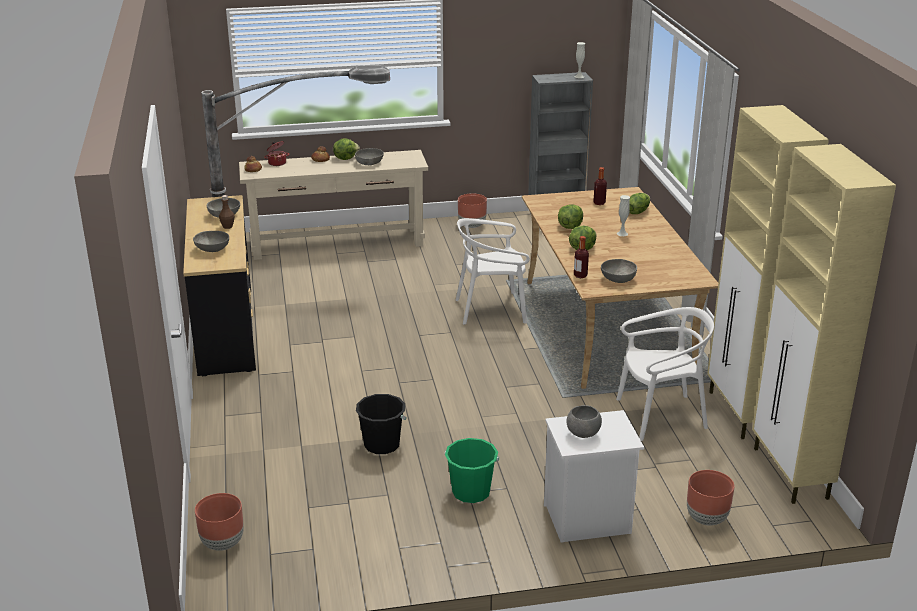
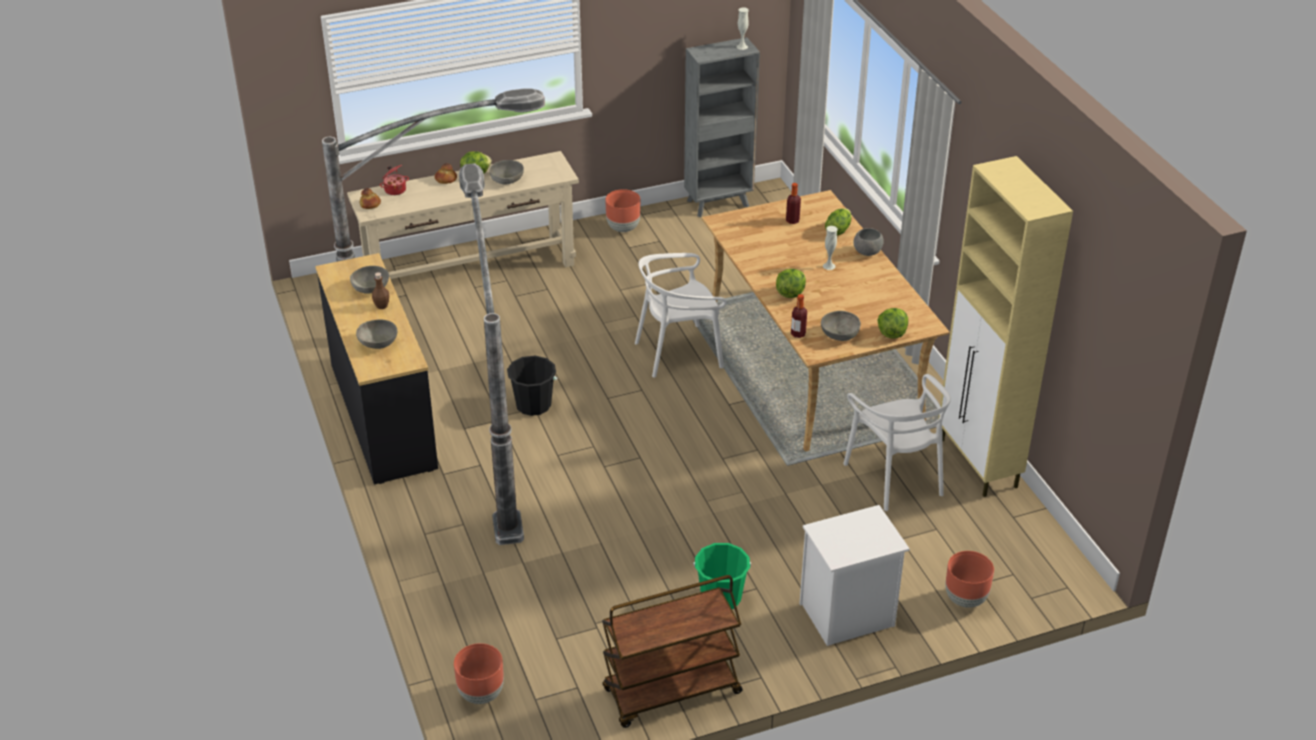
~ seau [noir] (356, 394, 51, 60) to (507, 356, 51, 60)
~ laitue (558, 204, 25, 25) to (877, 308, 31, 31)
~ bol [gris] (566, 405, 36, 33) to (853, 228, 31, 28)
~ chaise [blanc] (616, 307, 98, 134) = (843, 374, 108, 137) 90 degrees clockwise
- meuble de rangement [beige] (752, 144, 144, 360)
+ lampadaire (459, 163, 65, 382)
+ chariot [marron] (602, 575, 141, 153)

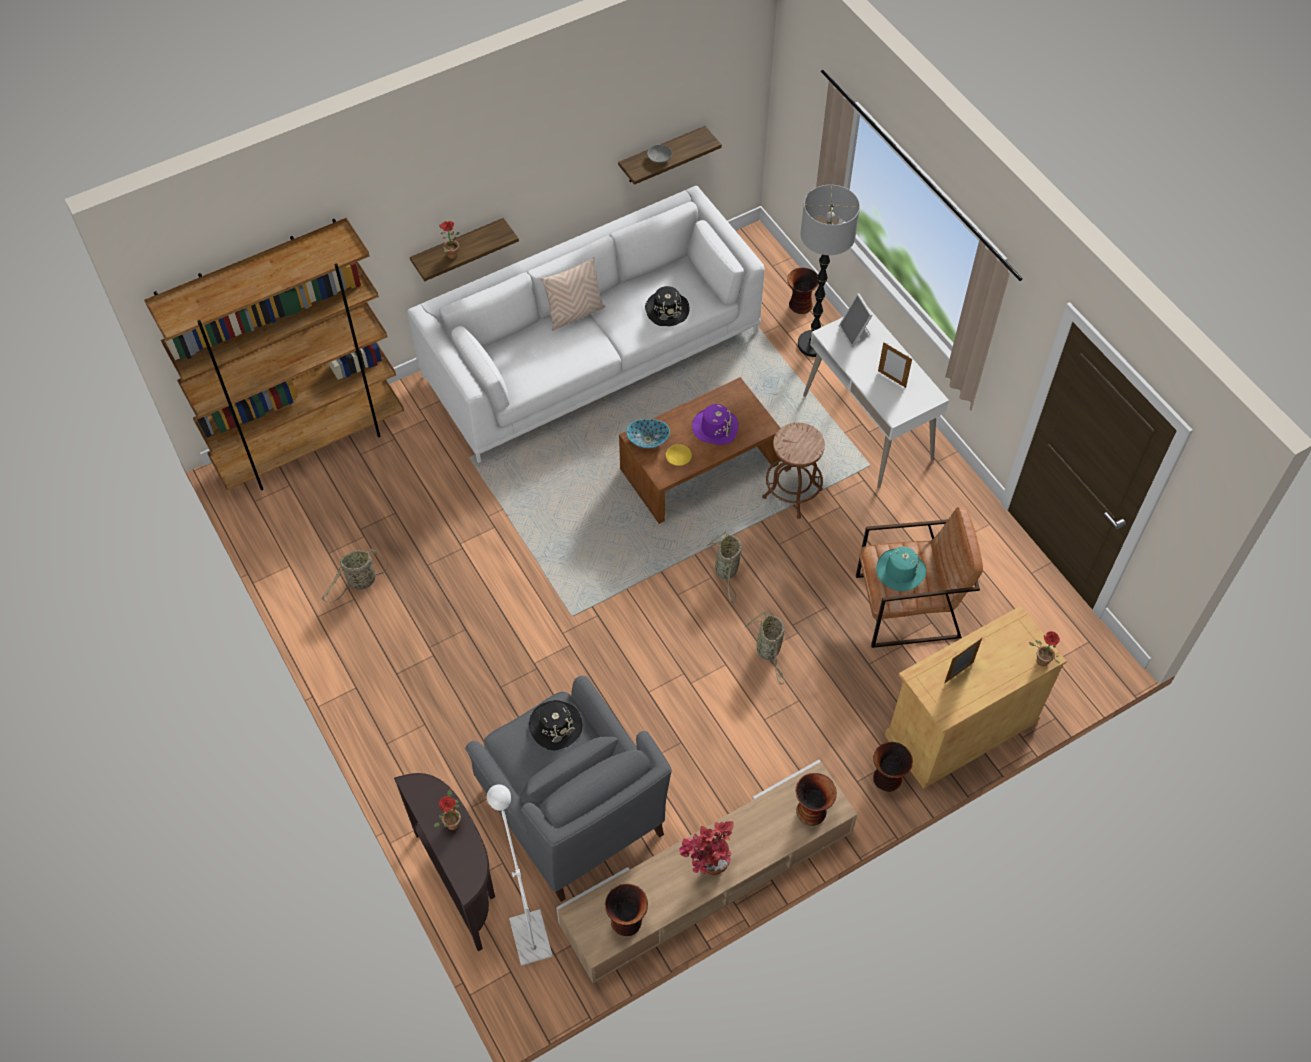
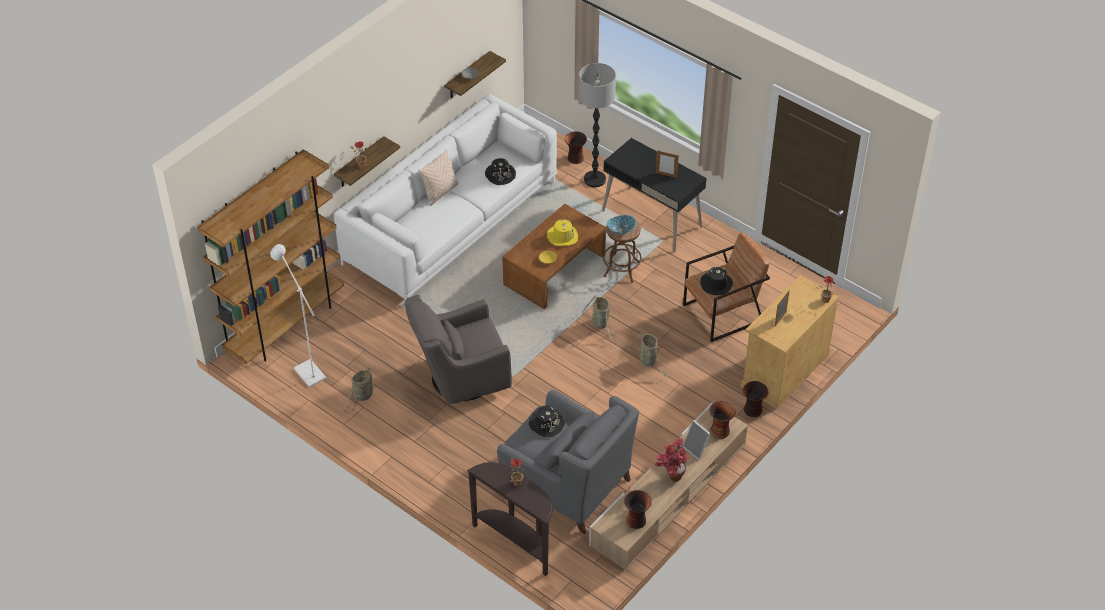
~ lampadaire [blanc] (487, 784, 66, 182) to (270, 244, 56, 144)
~ bol (626, 419, 44, 29) to (607, 215, 29, 19)
~ chapeau [violet] (692, 404, 46, 41) to chapeau [jaune] (547, 219, 31, 27)
~ bureau [blanc] (803, 309, 146, 179) to bureau [noir] (602, 138, 104, 114)
~ cadre photo (839, 293, 34, 55) to (683, 420, 27, 40)
~ chapeau [turquoise] (876, 545, 50, 47) to chapeau [noir] (700, 267, 33, 28)
+ fauteuil [gris] (405, 295, 107, 109)

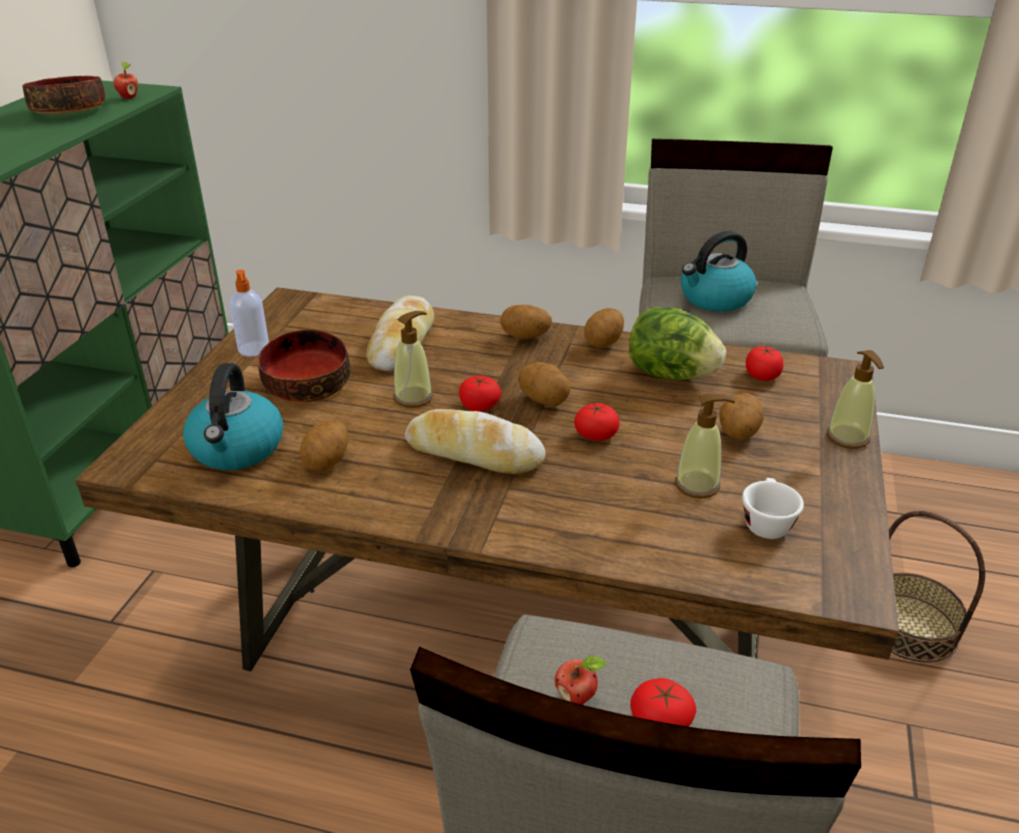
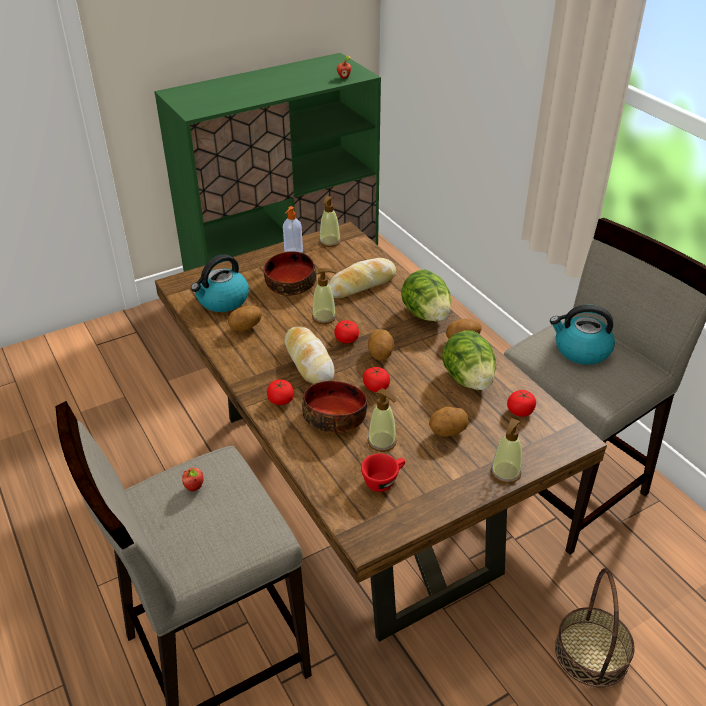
~ bol (23, 76, 82, 38) to (302, 381, 65, 52)
~ pomme de terre (500, 305, 52, 34) to laitue (401, 269, 50, 53)
~ tomate (630, 678, 66, 49) to (267, 379, 27, 26)
~ tasse [blanc] (742, 478, 62, 61) to tasse [rouge] (361, 453, 44, 39)
+ distributeur de savon (319, 196, 22, 51)

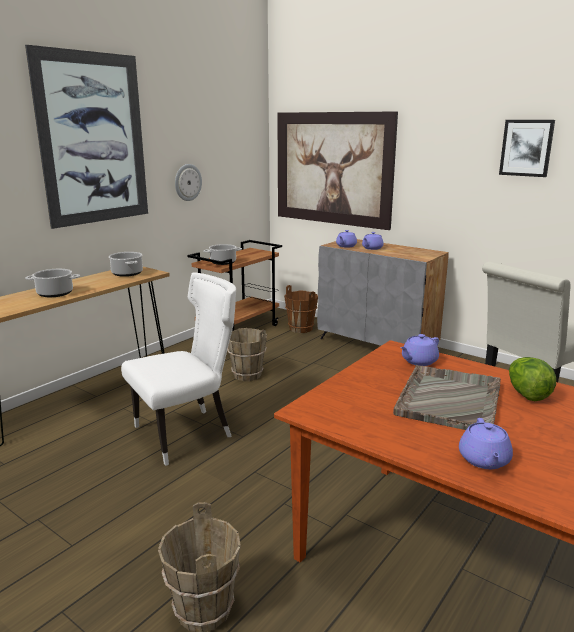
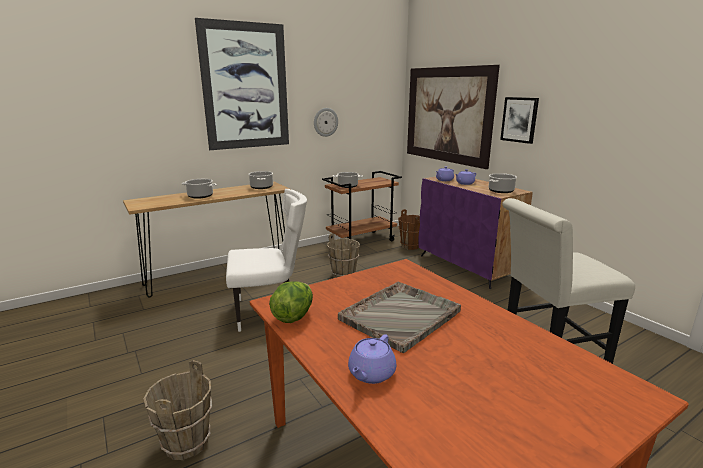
~ meuble de rangement [gris] (317, 239, 132, 107) to meuble de rangement [violet] (418, 174, 115, 115)
- théière [violet] (400, 334, 39, 32)
~ tableau (499, 120, 56, 57) to (500, 97, 39, 47)
~ laitue (509, 357, 47, 44) to (269, 281, 44, 42)
+ marmite (489, 173, 28, 20)

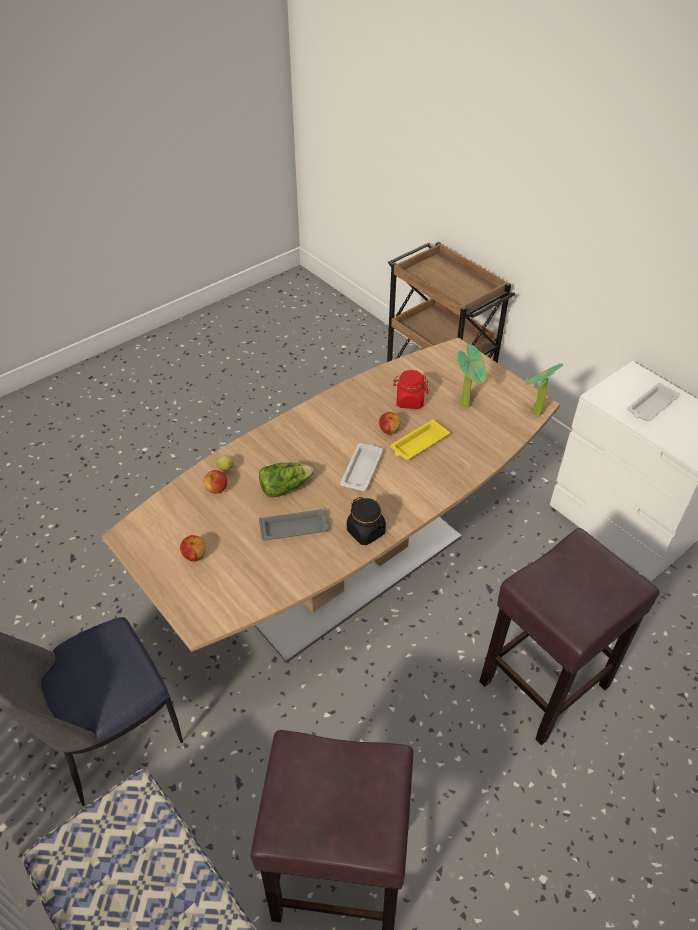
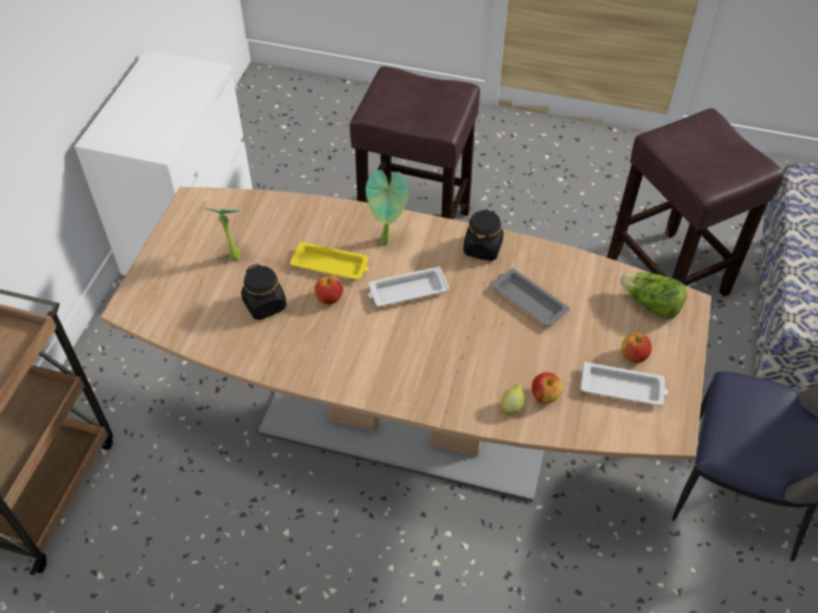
~ laitue (259, 462, 55, 35) to (620, 272, 67, 47)
~ bocal [rouge] (393, 370, 35, 39) to bocal [noir] (241, 264, 46, 56)
~ plante en pot (526, 363, 37, 54) to (366, 170, 43, 76)
~ plateau [blanc] (627, 383, 53, 38) to (580, 362, 88, 44)

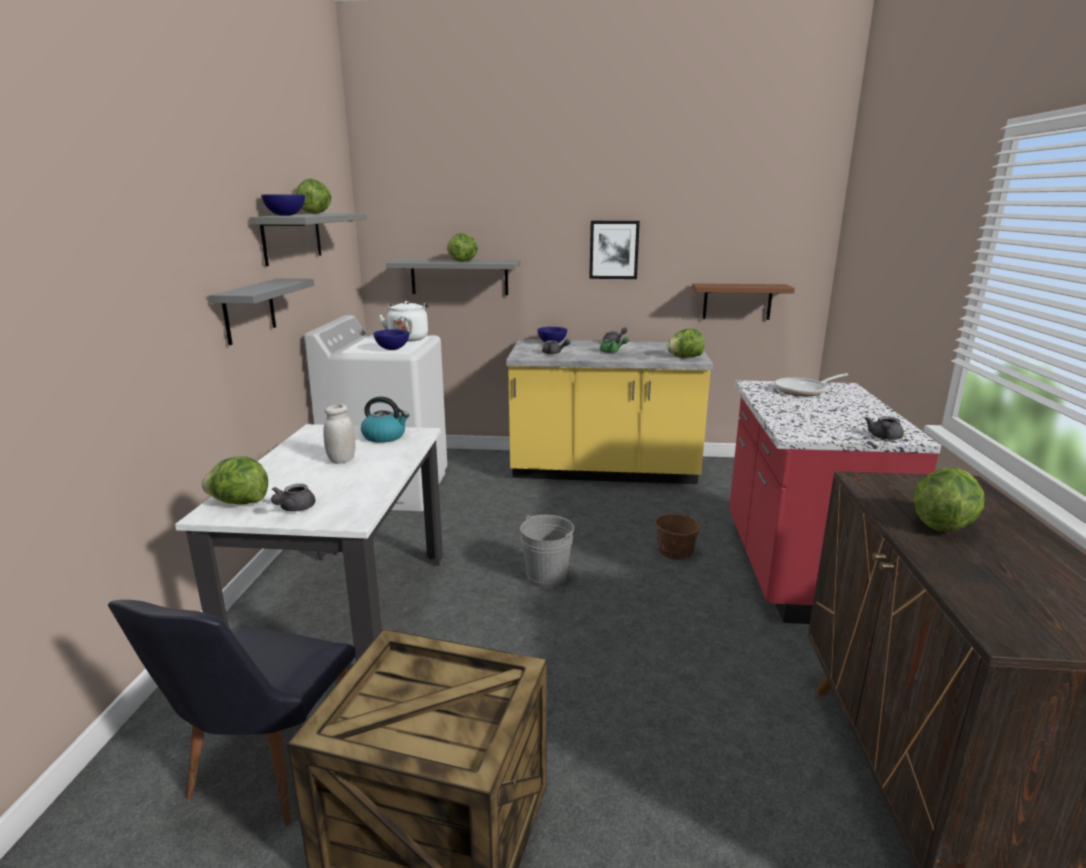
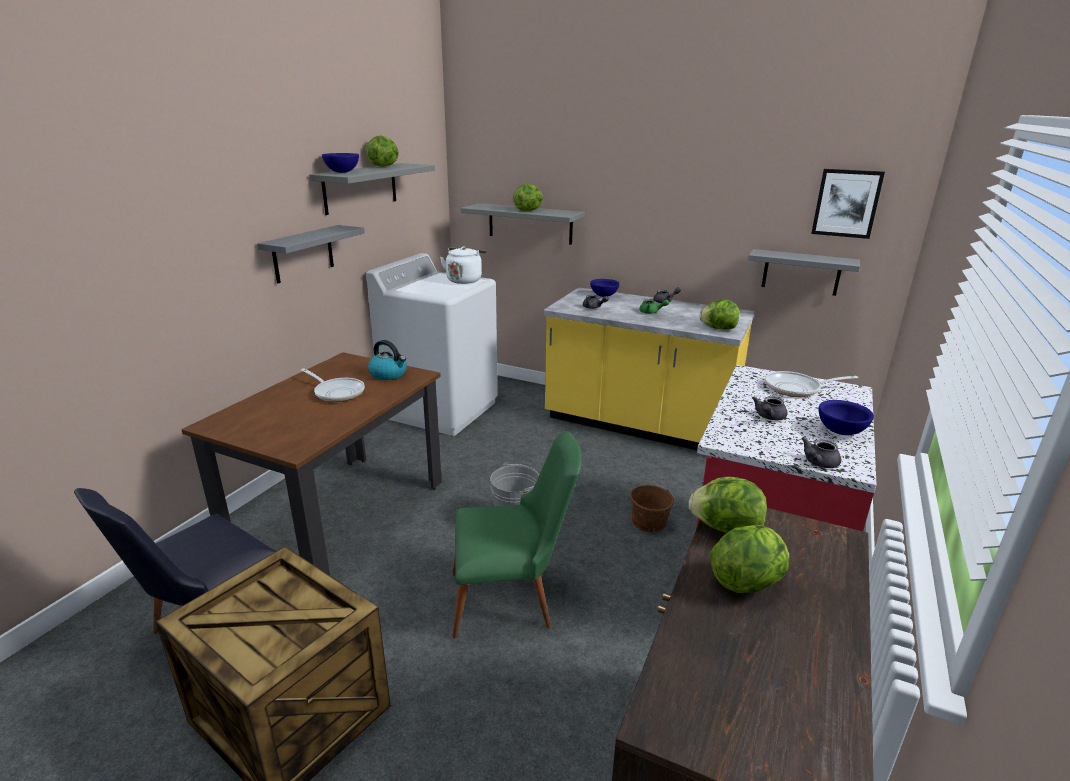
~ table à manger [blanc] (175, 424, 268, 237) to table à manger [marron] (181, 352, 261, 223)
~ laitue (202, 456, 66, 49) to (689, 477, 78, 56)
~ théière [gris] (271, 484, 44, 28) to (752, 396, 35, 24)
~ bocal [blanc] (323, 404, 33, 60) to poêle (301, 368, 64, 34)
~ bol [bleu] (373, 329, 36, 21) to (819, 400, 55, 35)
~ tableau (589, 221, 51, 58) to (811, 169, 74, 70)
~ étagère [marron] (692, 283, 103, 37) to étagère [gris] (748, 249, 112, 47)
+ chaise [vert] (452, 431, 130, 208)

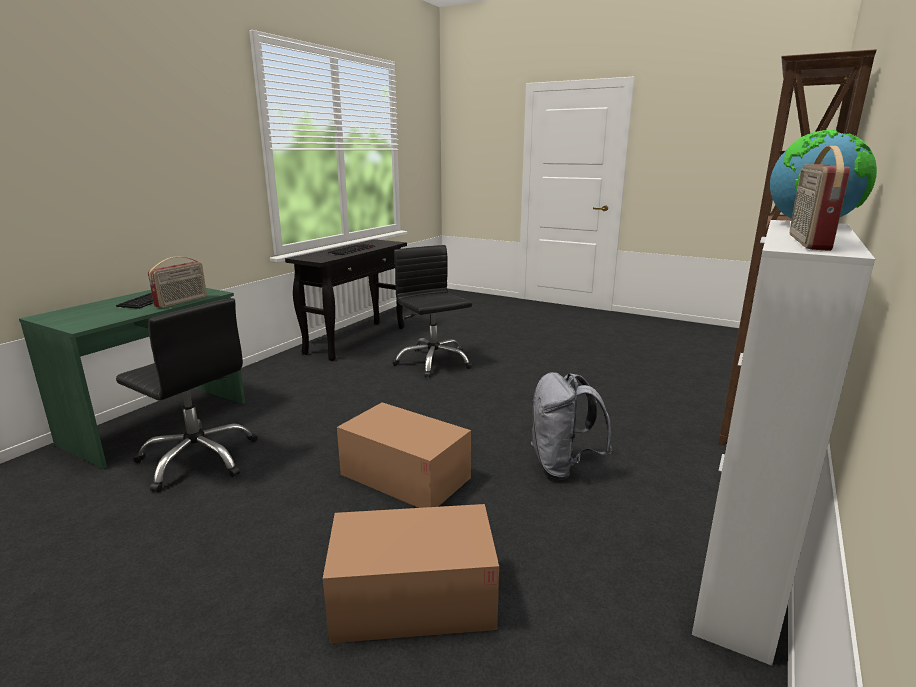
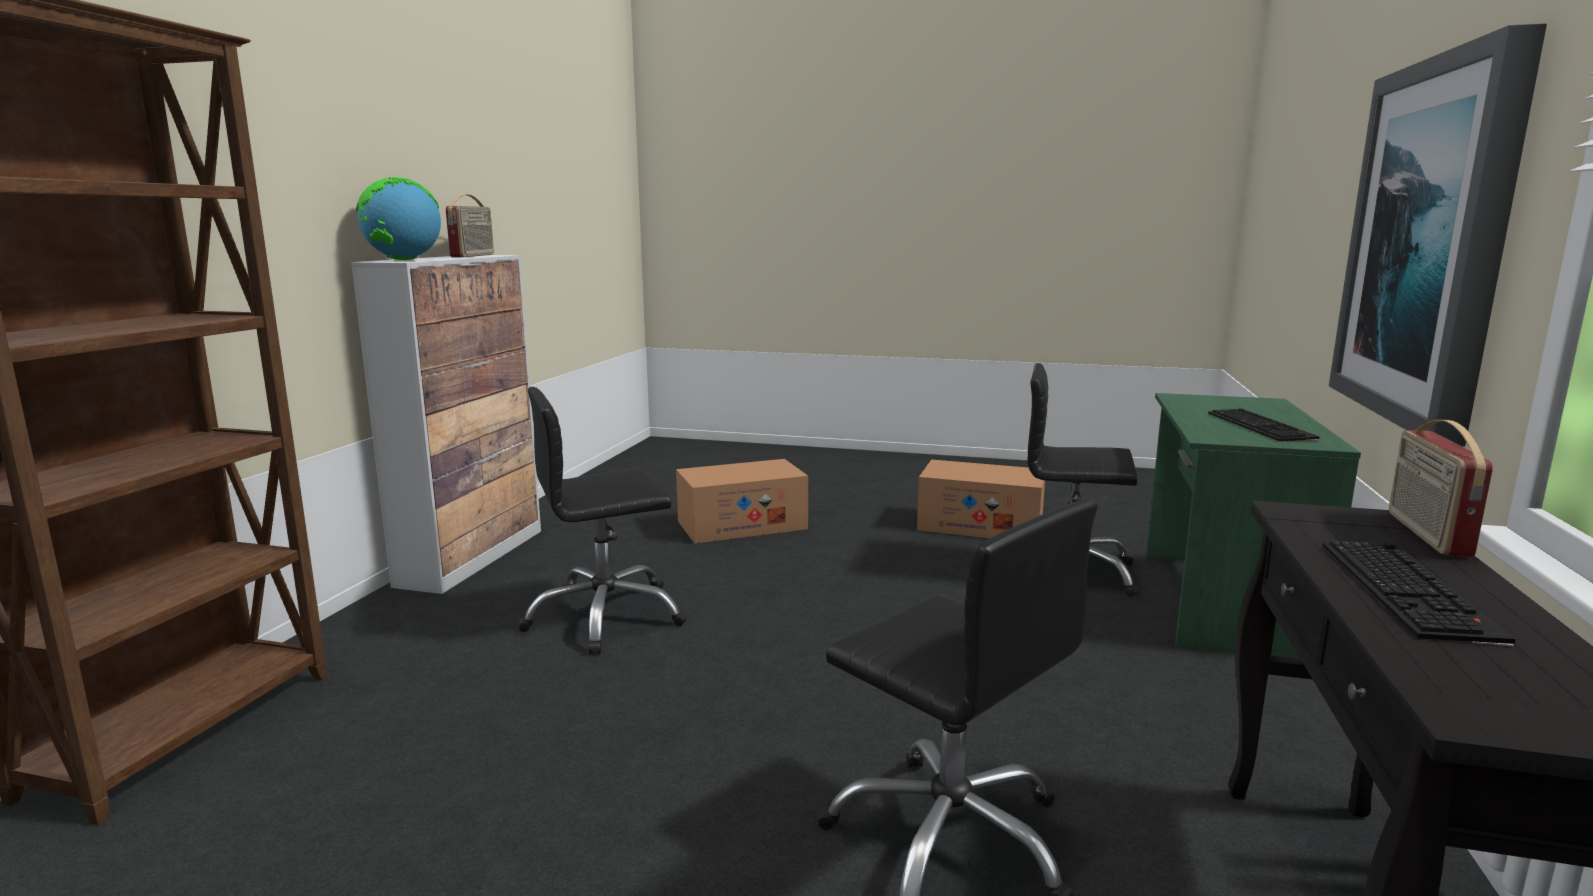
~ radio (148, 257, 59, 51) to (1389, 420, 104, 137)
~ carton (337, 402, 134, 106) to (917, 459, 128, 79)
~ sac à dos [gris] (531, 372, 81, 107) to chaise de bureau [noir] (518, 387, 169, 267)
+ tableau (1329, 23, 218, 424)

